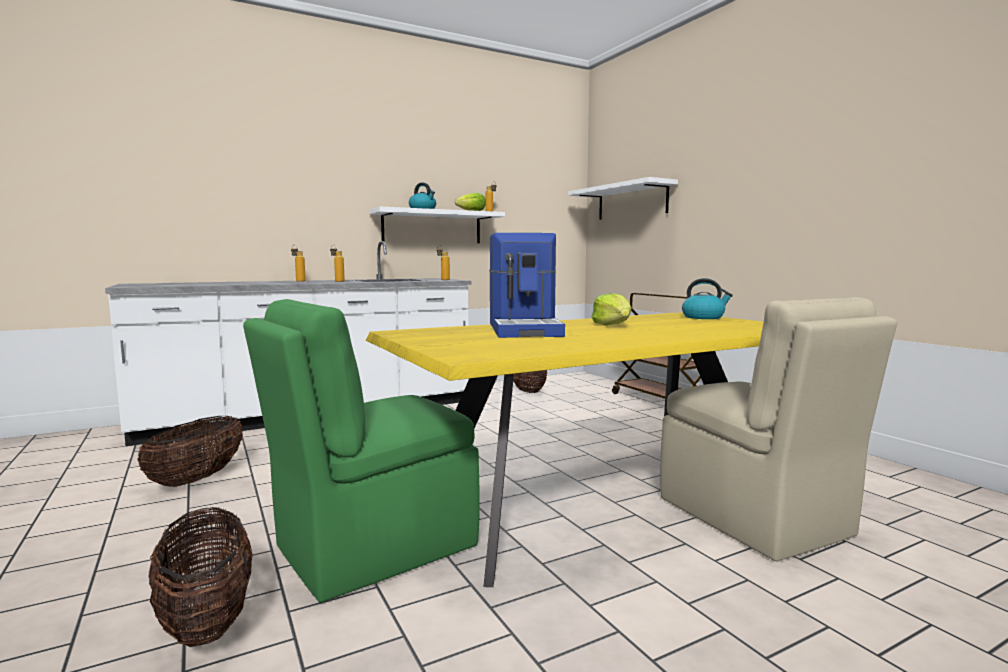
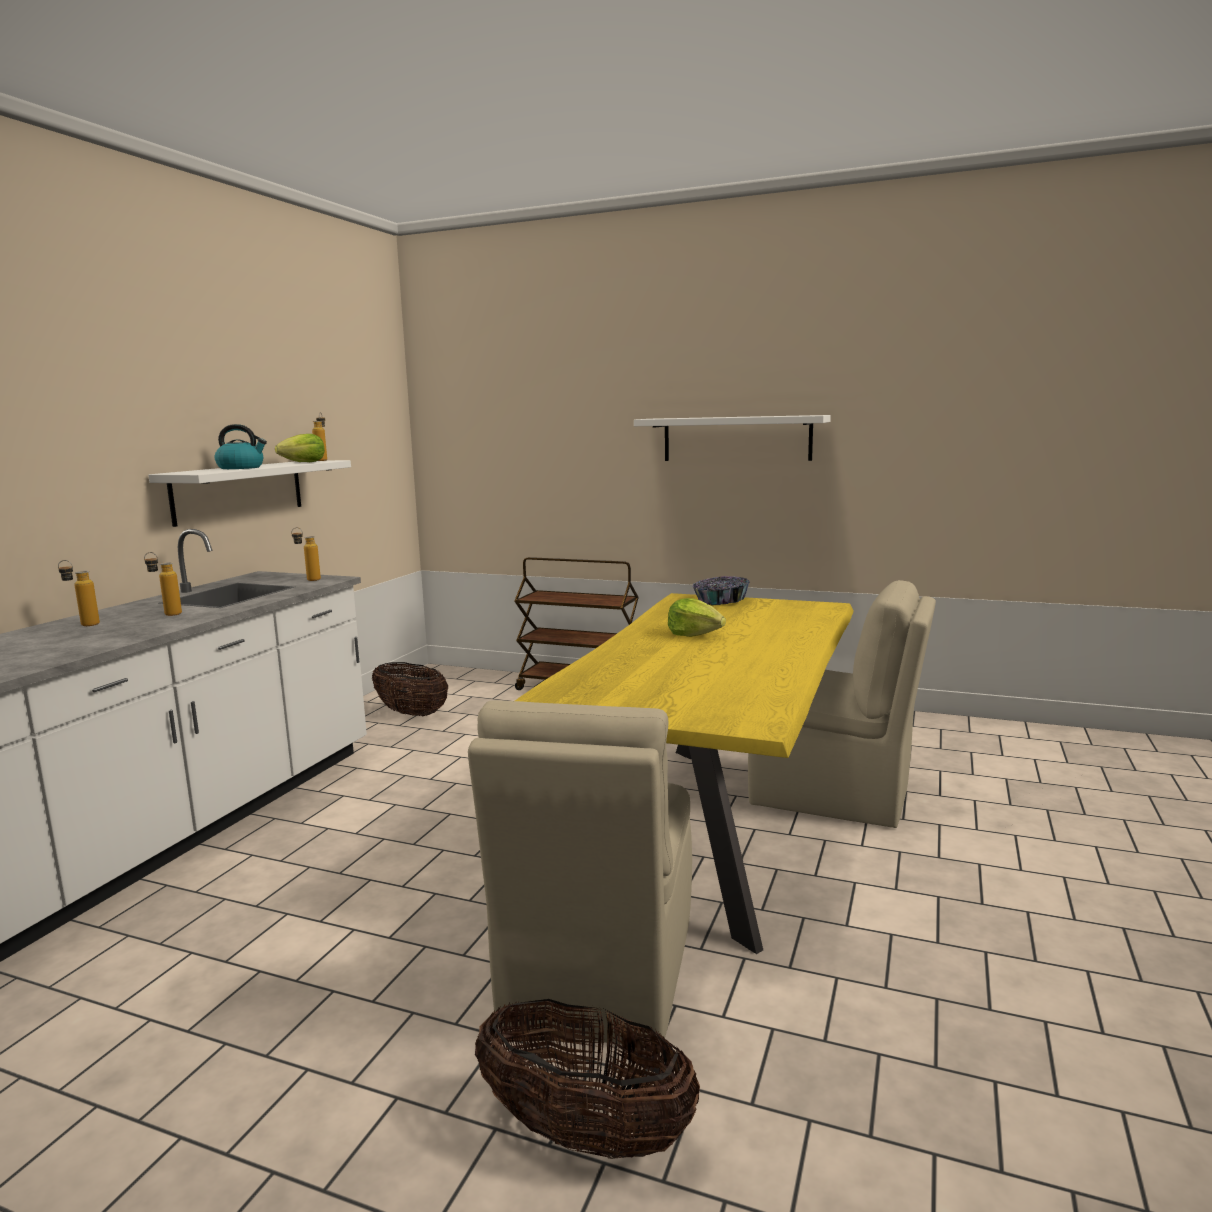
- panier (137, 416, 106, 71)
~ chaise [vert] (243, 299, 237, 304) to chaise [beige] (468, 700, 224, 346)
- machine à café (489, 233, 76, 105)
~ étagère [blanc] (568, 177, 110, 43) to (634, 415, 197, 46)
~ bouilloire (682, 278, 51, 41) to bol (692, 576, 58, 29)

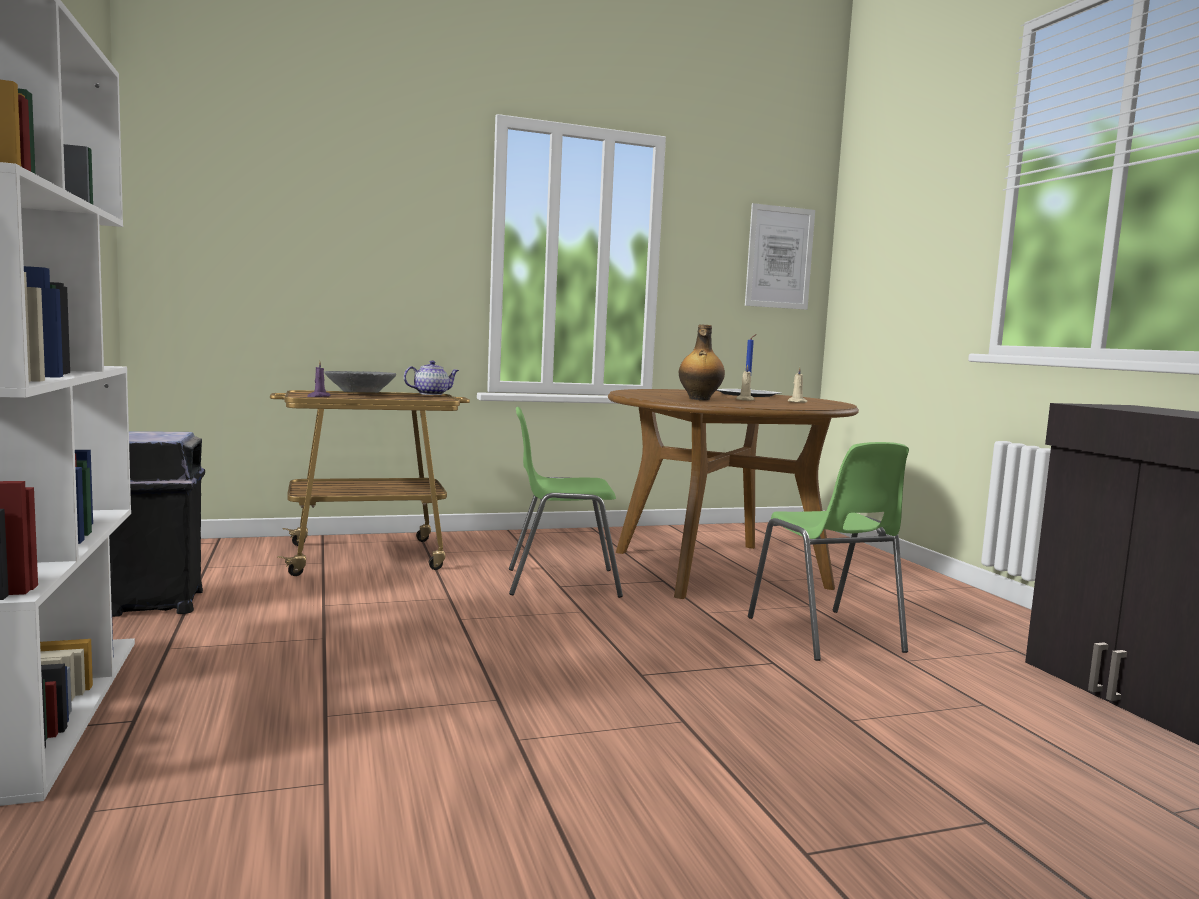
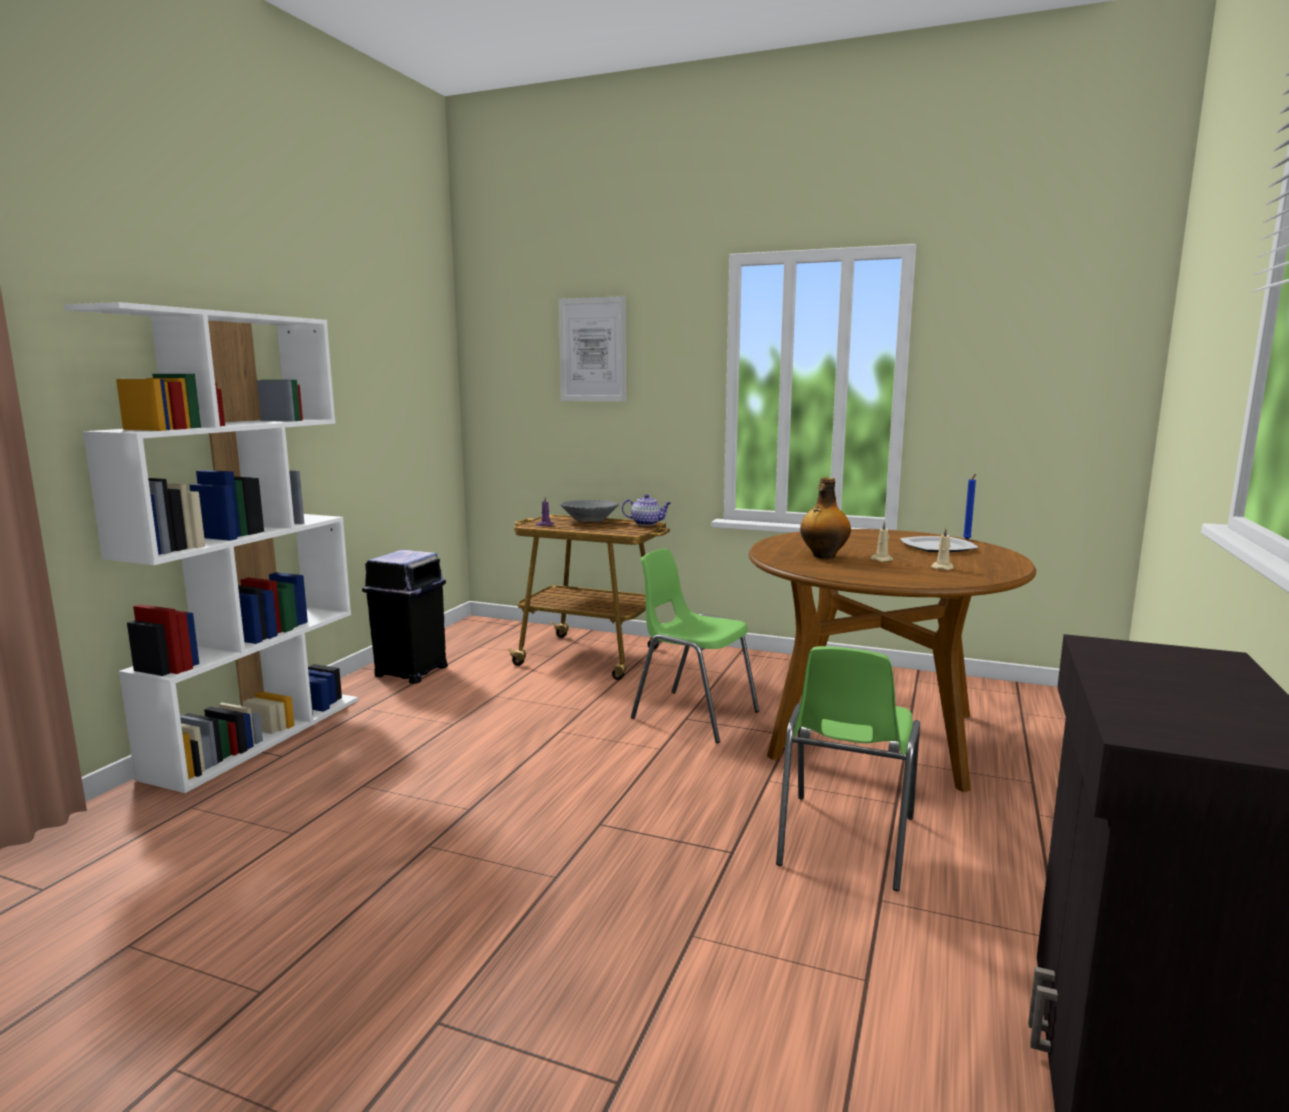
~ tableau (745, 203, 70, 107) to (559, 296, 67, 106)

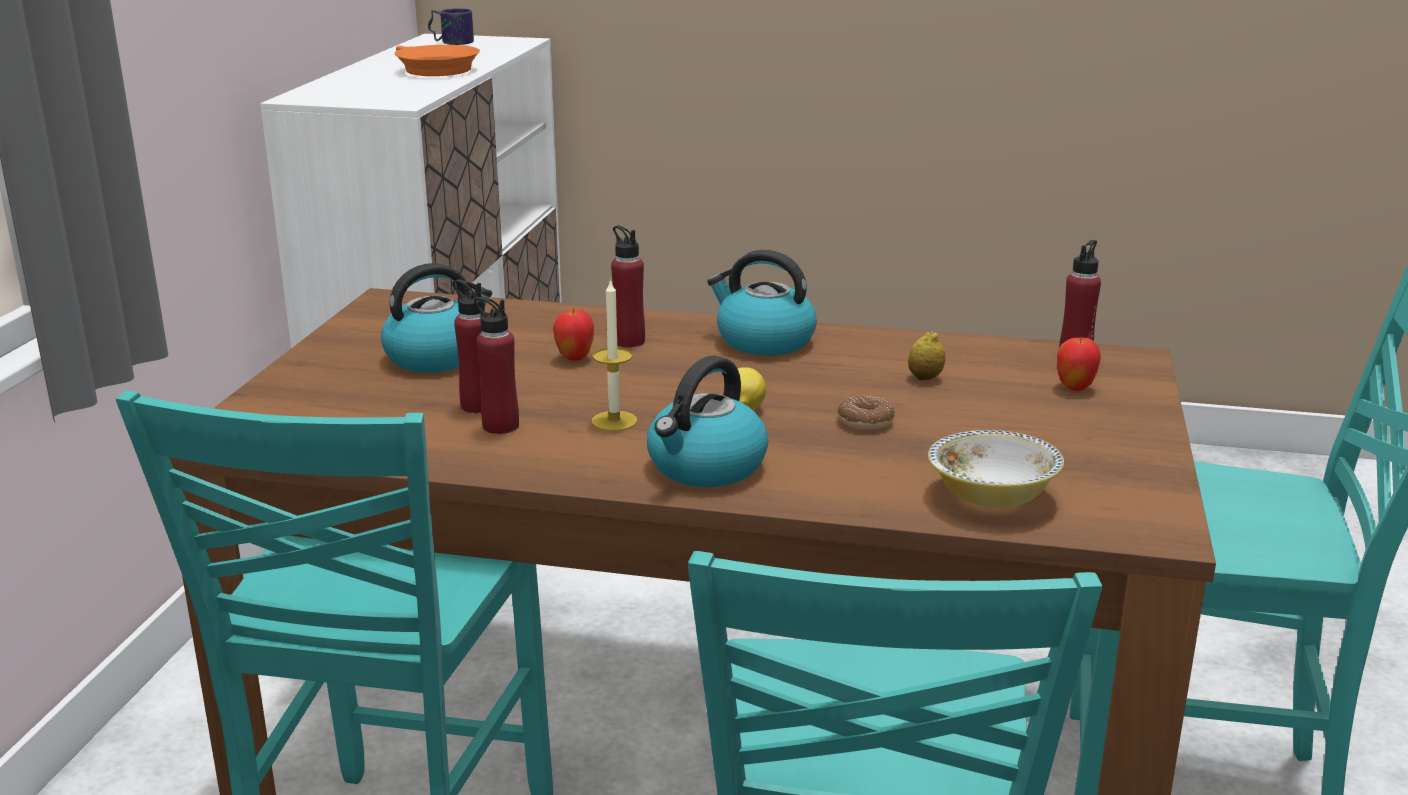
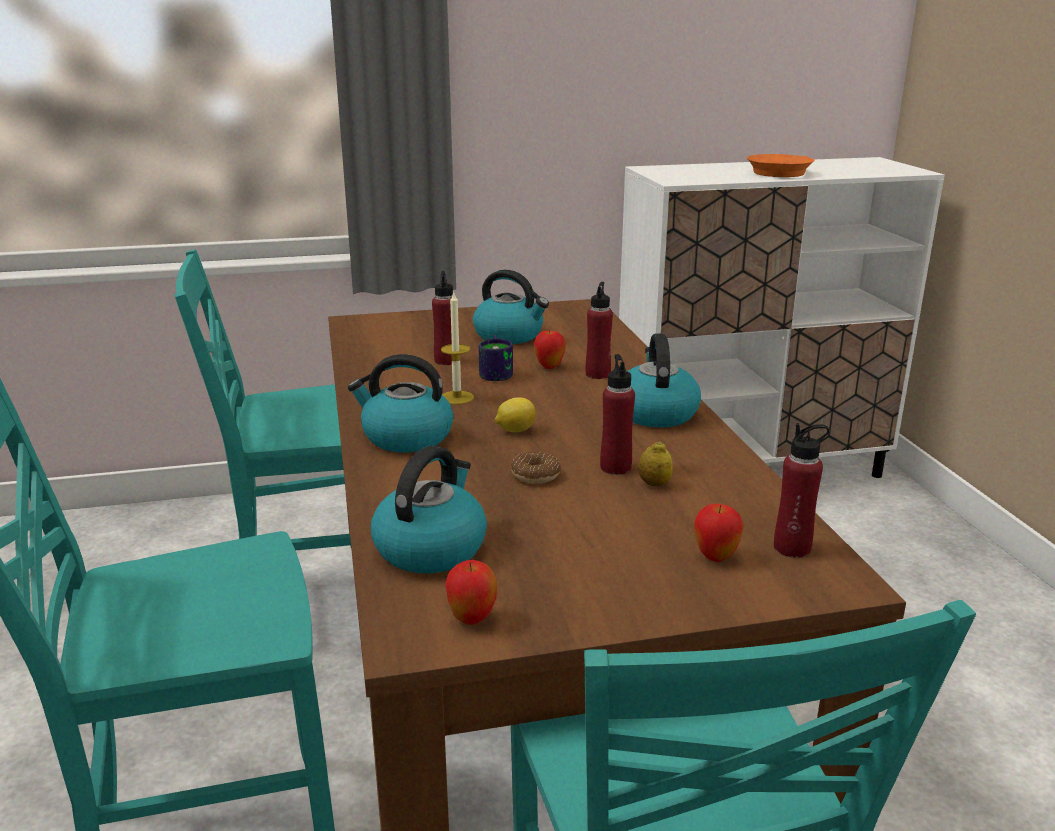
~ mug (428, 8, 46, 37) to (479, 335, 34, 46)
~ bouteille [rouge] (474, 297, 45, 137) to (600, 354, 35, 121)
~ bol (928, 430, 136, 78) to bouilloire (371, 446, 116, 128)
+ pomme (445, 560, 52, 65)

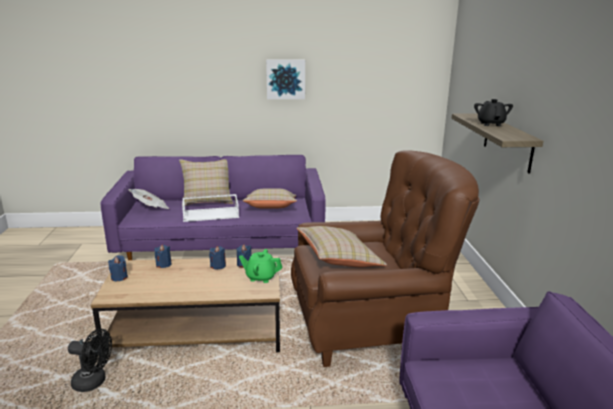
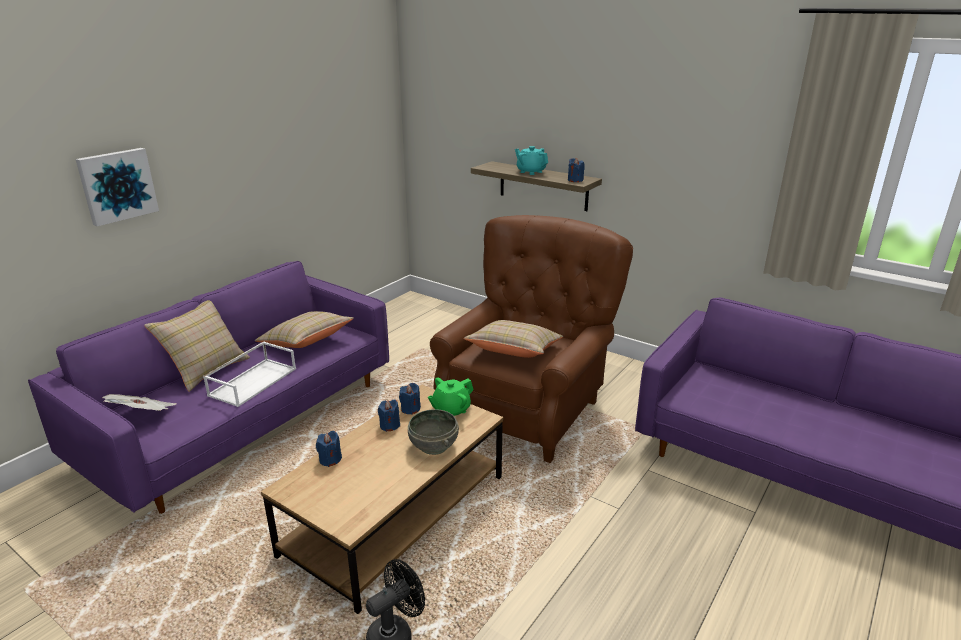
~ bougie [bleu] (108, 255, 20, 26) to (568, 158, 17, 24)
~ tableau (266, 59, 39, 40) to (76, 148, 83, 78)
~ théière [noir] (474, 99, 39, 27) to théière [turquoise] (515, 146, 33, 29)
+ bol [gris] (408, 409, 51, 46)

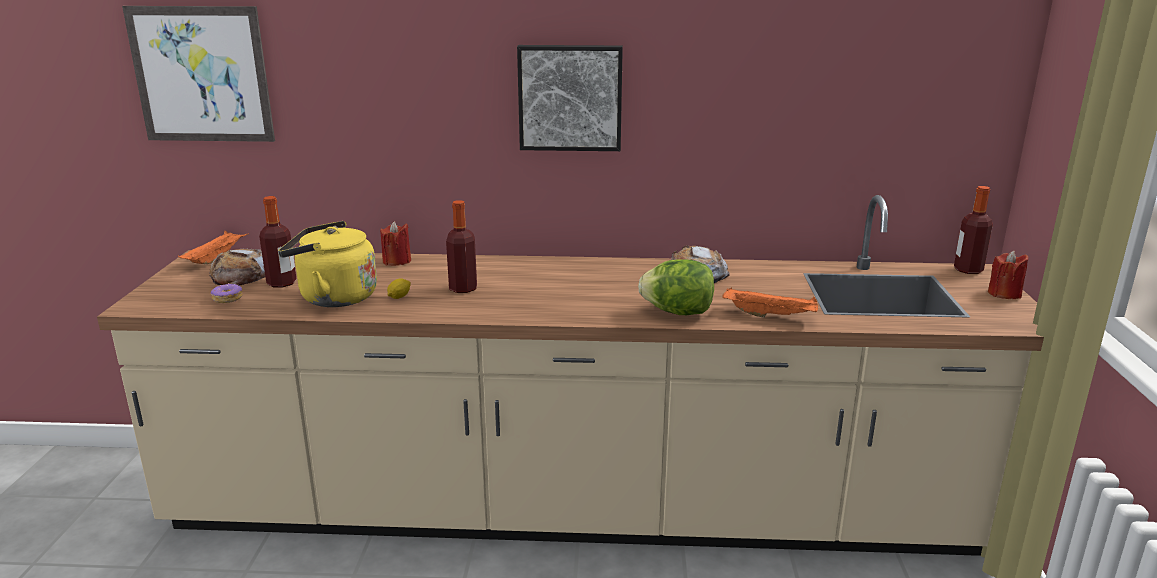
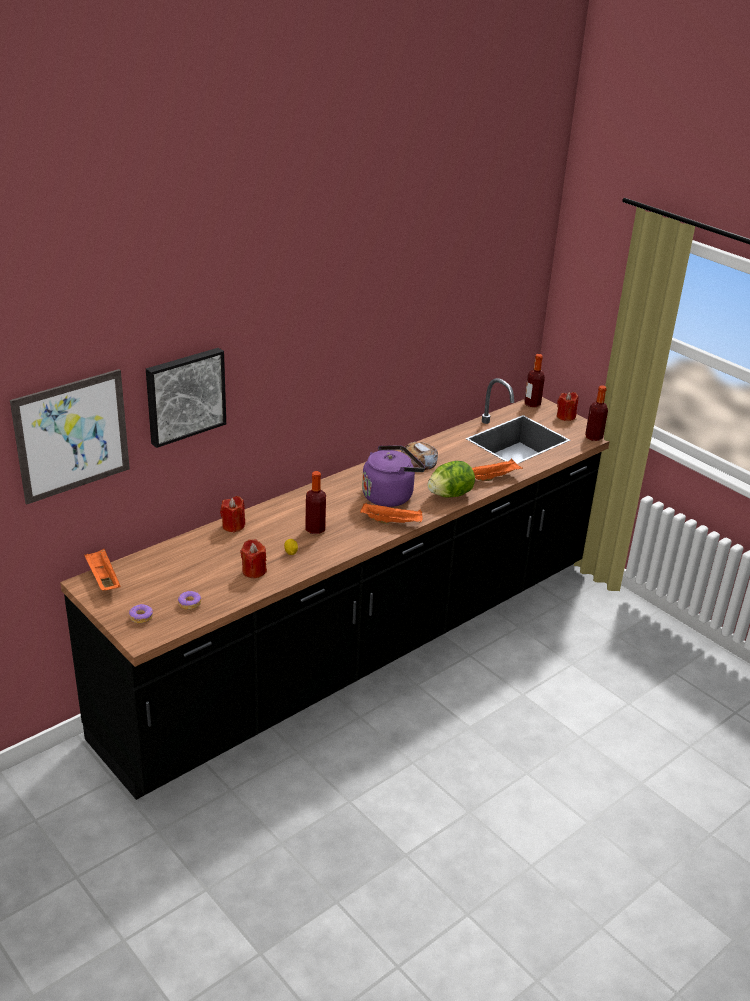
~ comptoir de cuisine [beige] (97, 195, 947, 361) to comptoir de cuisine [noir] (60, 378, 550, 422)
- pain (209, 248, 56, 38)
~ bouteille (259, 196, 37, 92) to (585, 386, 23, 55)
~ bouilloire [jaune] (278, 221, 99, 86) to bougie [rouge] (240, 539, 27, 39)
~ tableau (517, 45, 106, 106) to (146, 348, 80, 100)
+ beignet (129, 604, 24, 19)
+ plateau [orange] (360, 503, 63, 21)
+ bouilloire [violet] (362, 445, 63, 62)

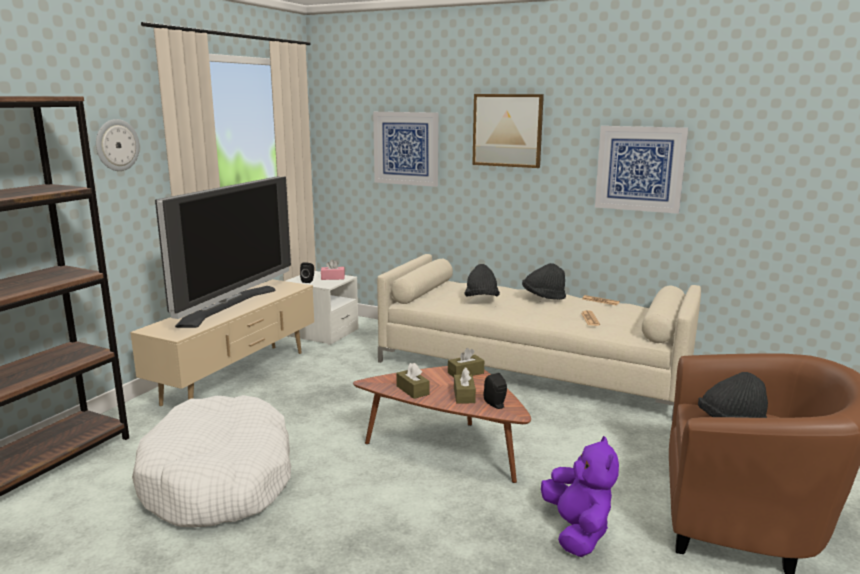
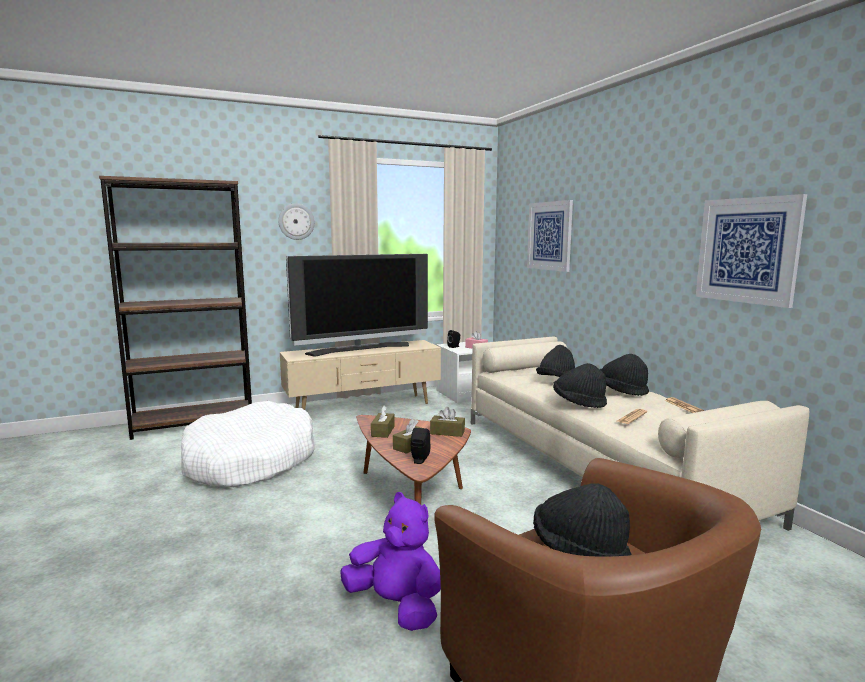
- tableau (472, 94, 72, 74)
~ peluche [violet] (541, 436, 78, 121) = (341, 492, 100, 139) 90 degrees counterclockwise
+ chapeau [noir] (553, 363, 54, 45)

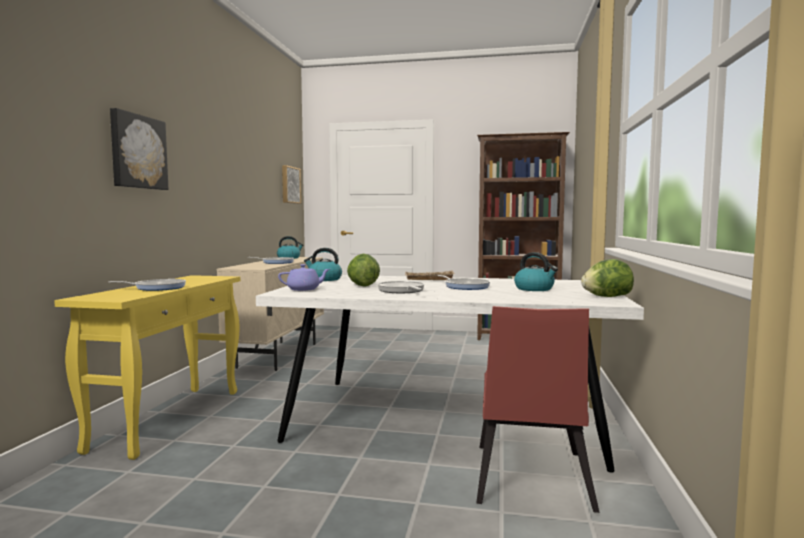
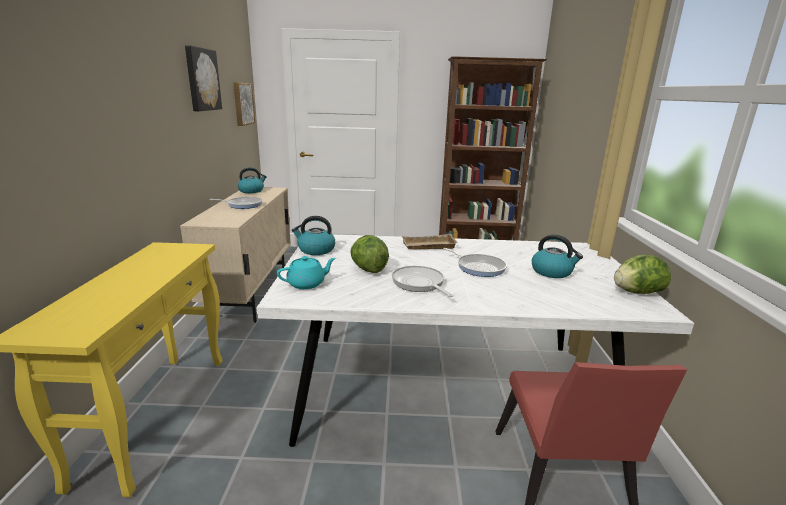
- poêle (108, 279, 78, 12)
~ tableau (110, 108, 58, 82) to (185, 45, 37, 66)
~ théière [violet] (278, 264, 52, 27) to théière [turquoise] (277, 256, 59, 33)

